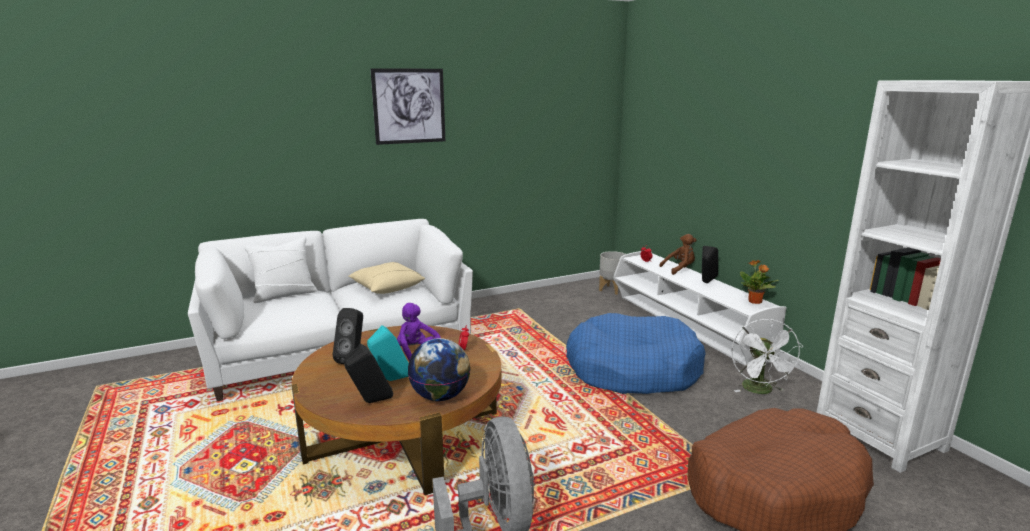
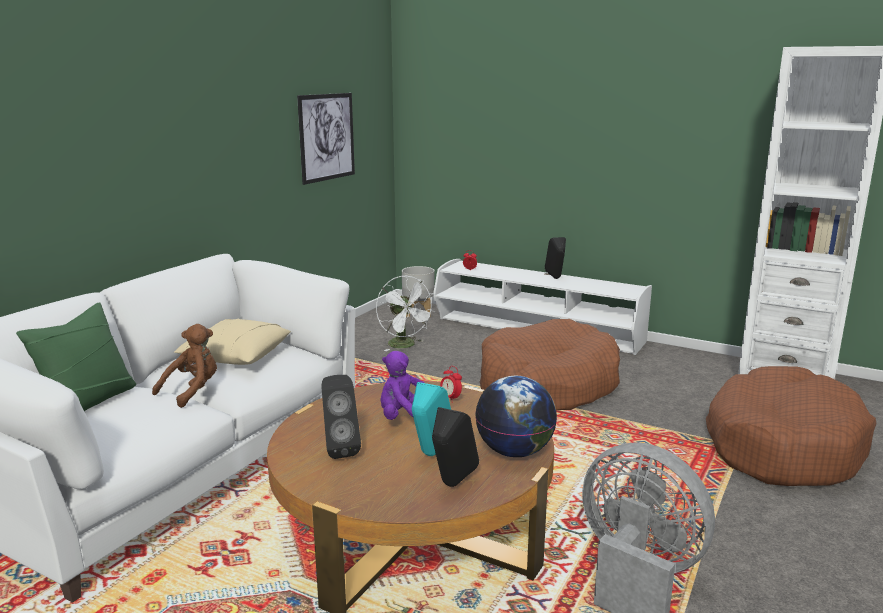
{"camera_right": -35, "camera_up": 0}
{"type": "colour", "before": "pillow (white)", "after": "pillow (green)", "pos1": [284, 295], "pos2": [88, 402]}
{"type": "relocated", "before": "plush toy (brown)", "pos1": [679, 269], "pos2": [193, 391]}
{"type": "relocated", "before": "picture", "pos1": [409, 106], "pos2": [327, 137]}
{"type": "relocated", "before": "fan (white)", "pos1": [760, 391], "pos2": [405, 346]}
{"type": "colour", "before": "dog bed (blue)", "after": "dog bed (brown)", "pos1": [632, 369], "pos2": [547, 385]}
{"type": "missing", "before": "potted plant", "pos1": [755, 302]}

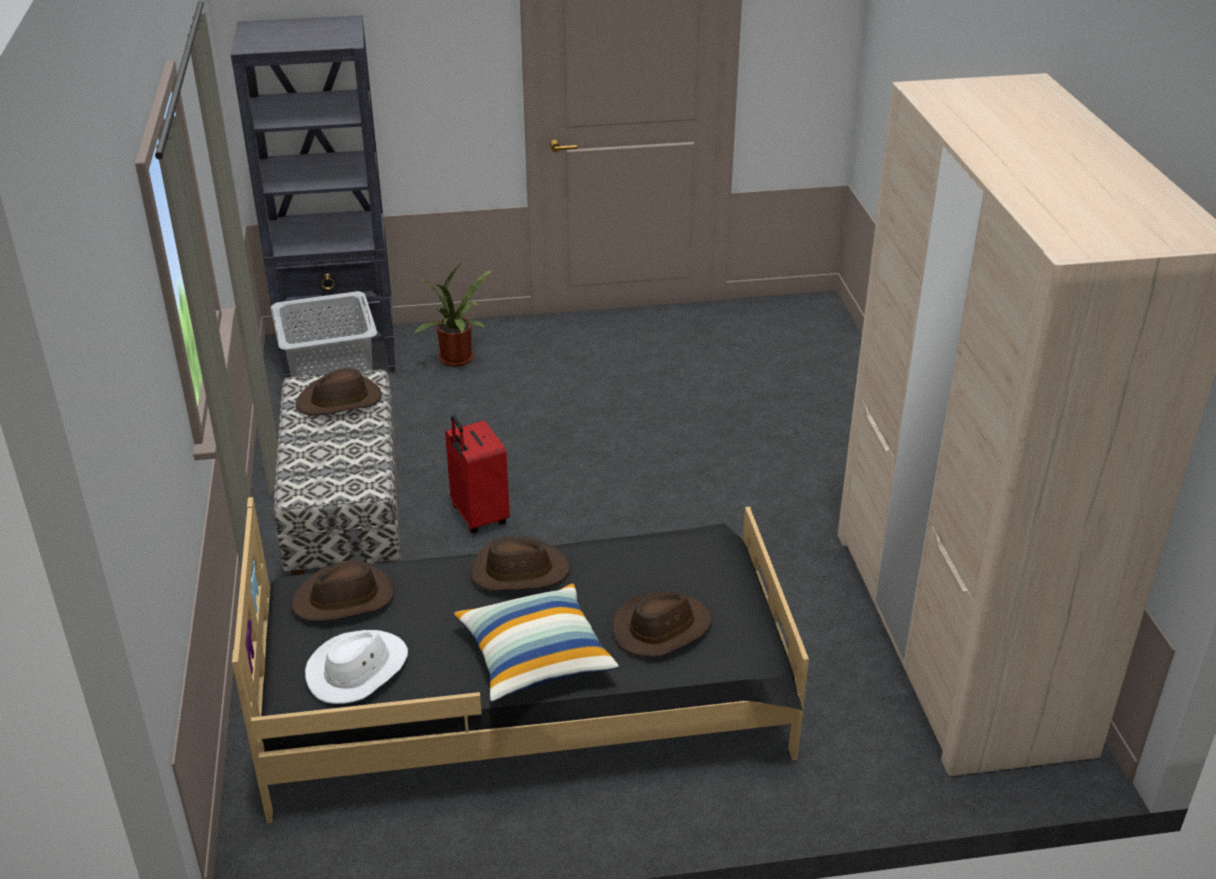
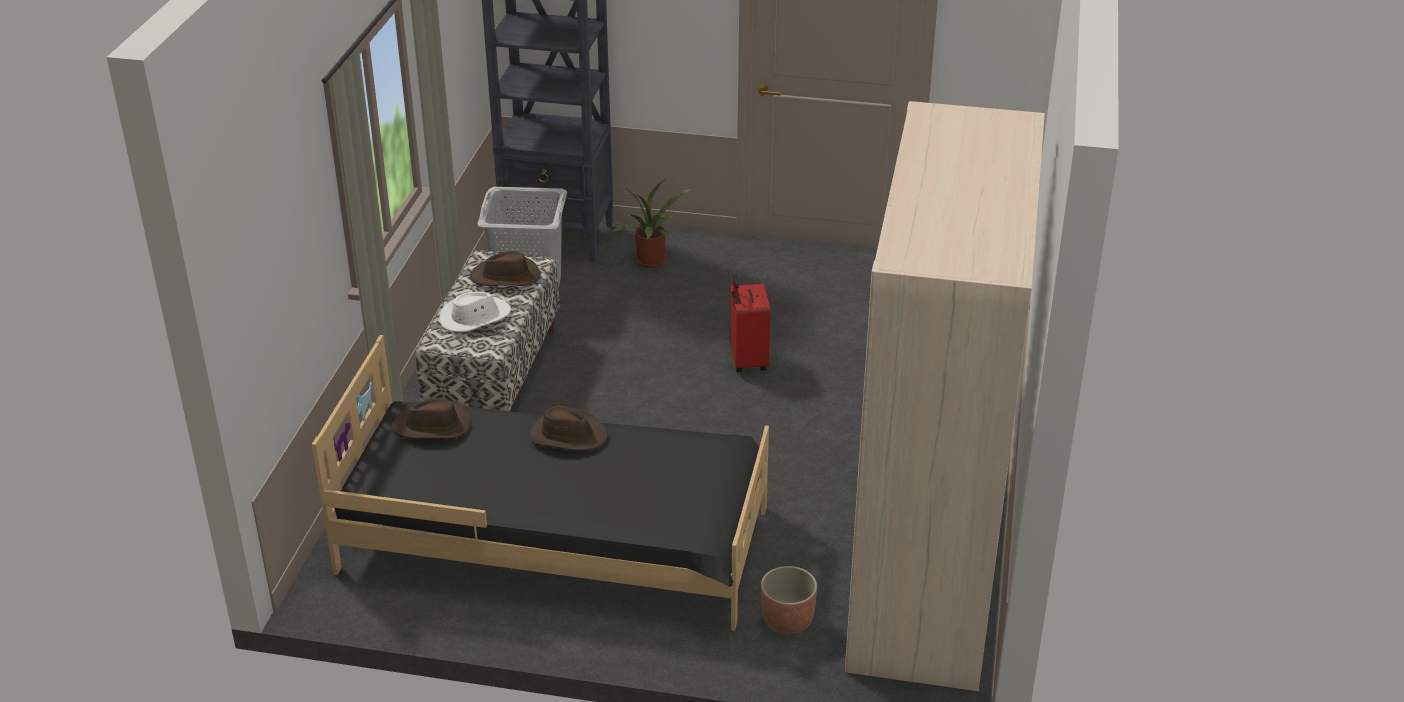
{"camera_right": 20, "camera_up": 0}
{"type": "relocated", "before": "hat (white)", "pos1": [358, 669], "pos2": [475, 317]}
{"type": "relocated", "before": "suitcase (red)", "pos1": [478, 516], "pos2": [747, 361]}
{"type": "appeared", "after": "planter", "pos2": [787, 620]}
{"type": "missing", "before": "pillow", "pos1": [534, 657]}
{"type": "missing", "before": "hat (brown)", "pos1": [661, 628]}

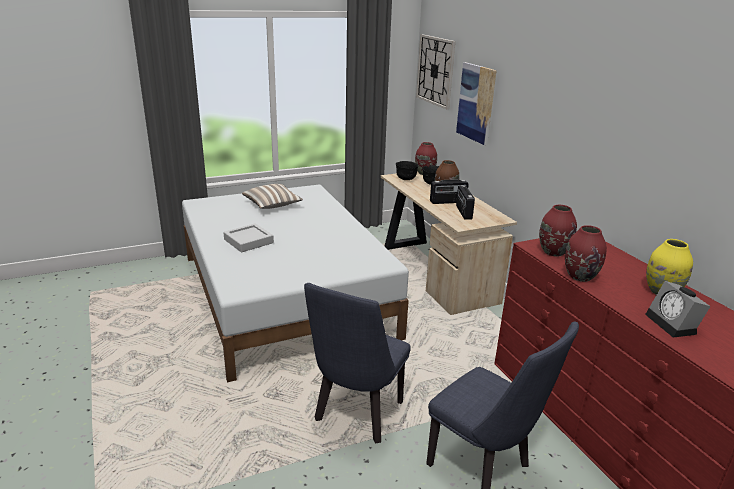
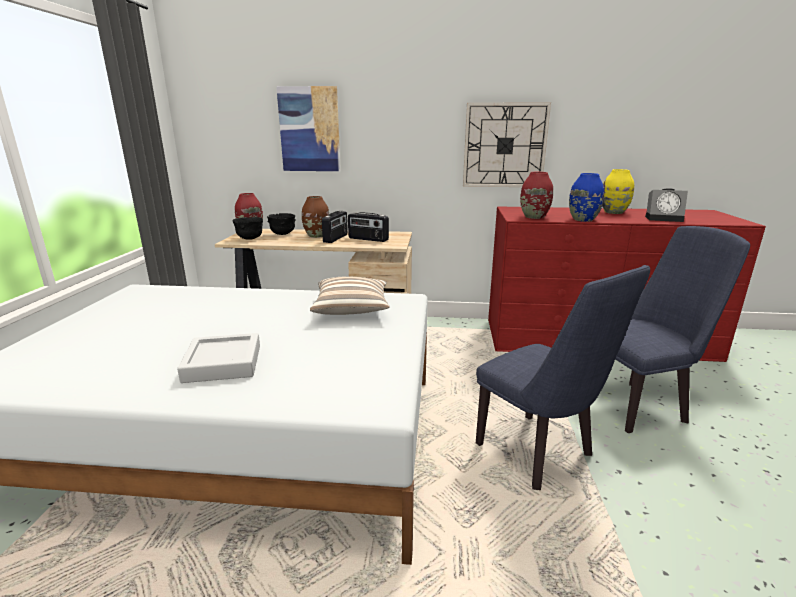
{"camera_right": -60, "camera_up": -5}
{"type": "relocated", "before": "pillow", "pos1": [272, 205], "pos2": [351, 309]}
{"type": "relocated", "before": "wall clock", "pos1": [435, 71], "pos2": [504, 145]}
{"type": "colour", "before": "vase (red)", "after": "vase (blue)", "pos1": [580, 276], "pos2": [582, 219]}

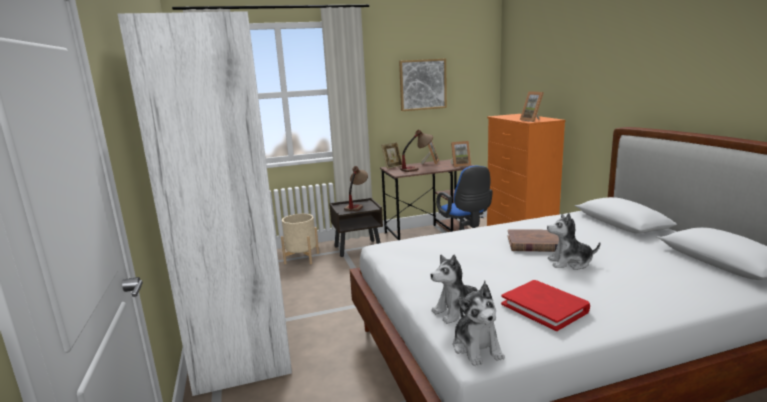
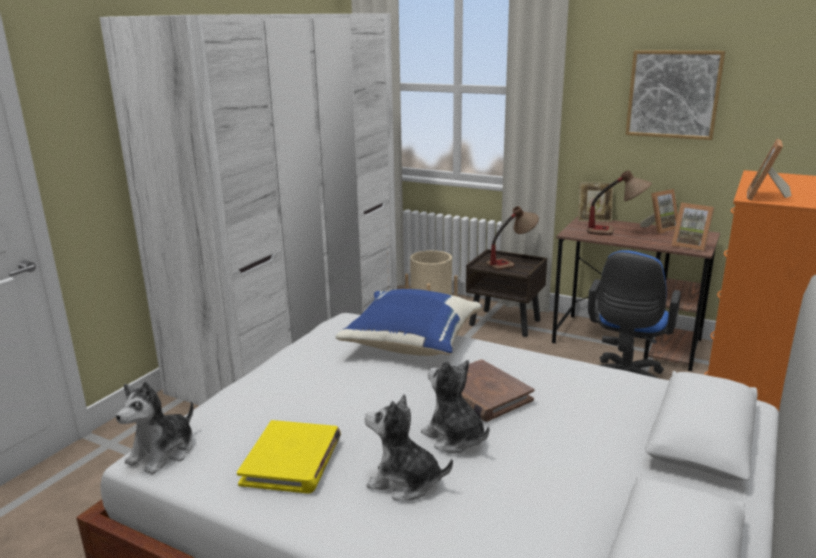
{"camera_right": 45, "camera_up": 5}
{"type": "colour", "before": "book (red)", "after": "book (yellow)", "pos1": [544, 307], "pos2": [292, 460]}
{"type": "appeared", "after": "pillow (blue)", "pos2": [410, 343]}
{"type": "relocated", "before": "plush toy", "pos1": [458, 312], "pos2": [404, 482]}

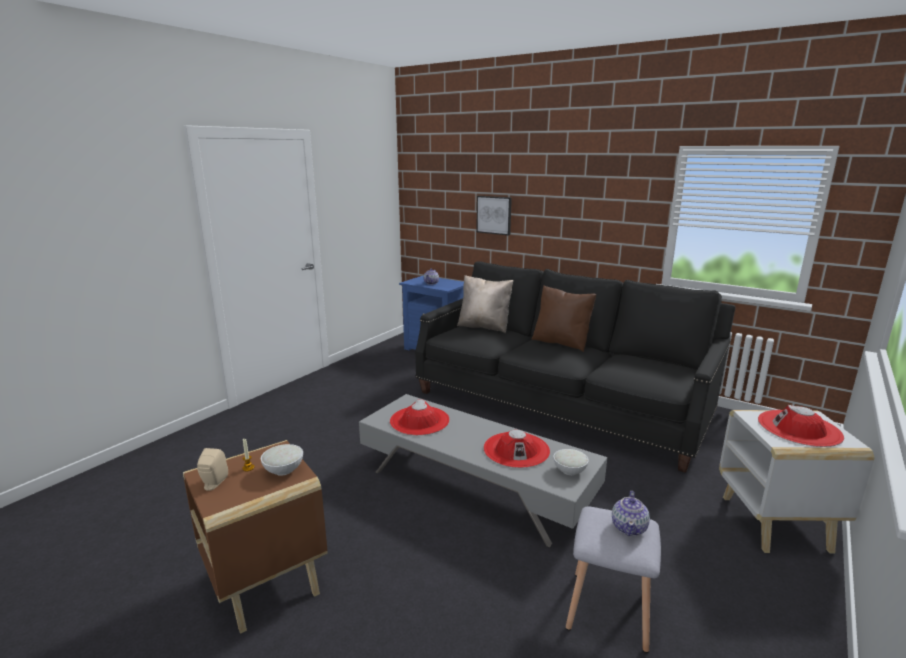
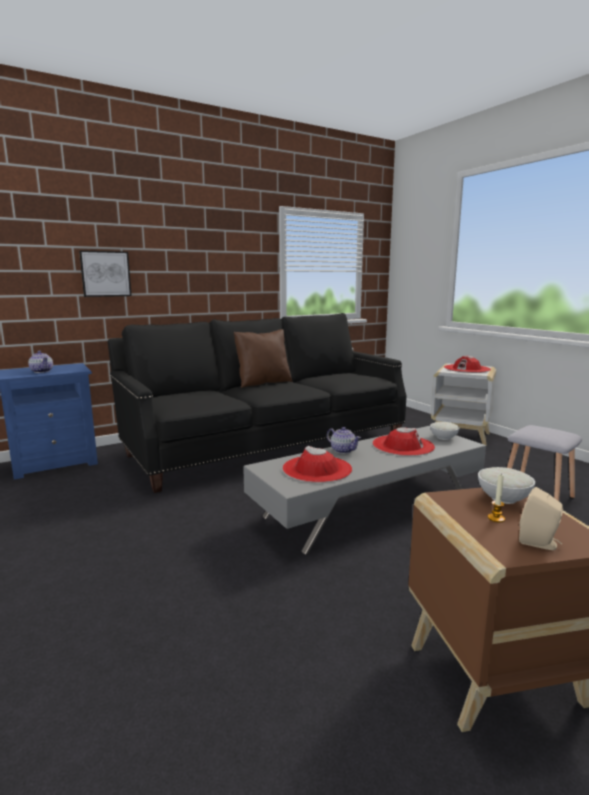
{"camera_right": -65, "camera_up": -5}
{"type": "relocated", "before": "teapot", "pos1": [629, 527], "pos2": [343, 450]}
{"type": "missing", "before": "pillow (beige)", "pos1": [484, 327]}

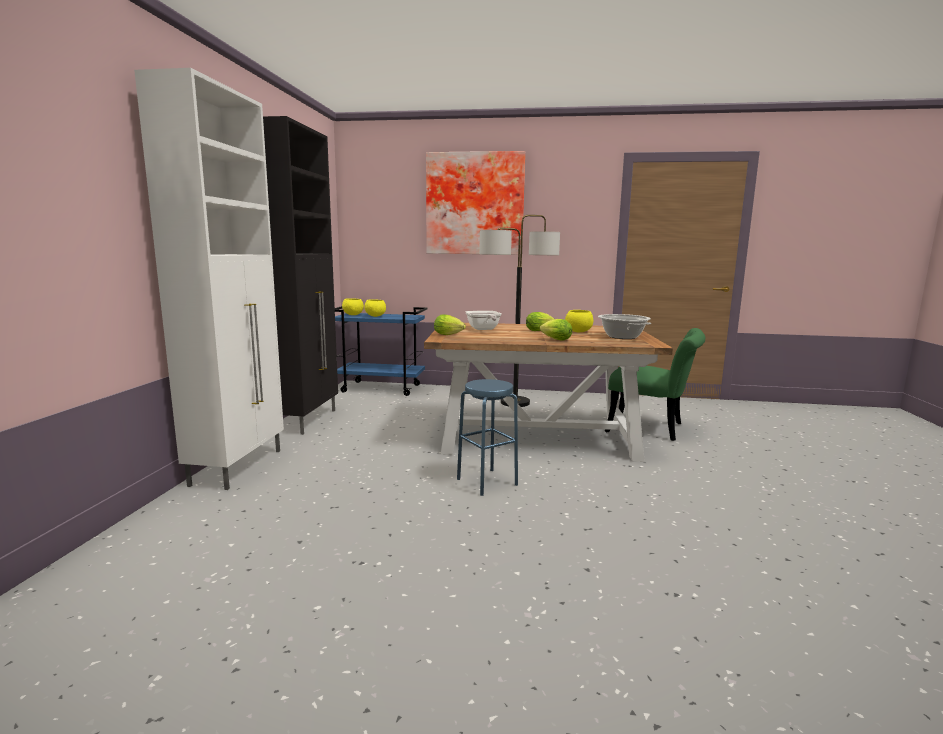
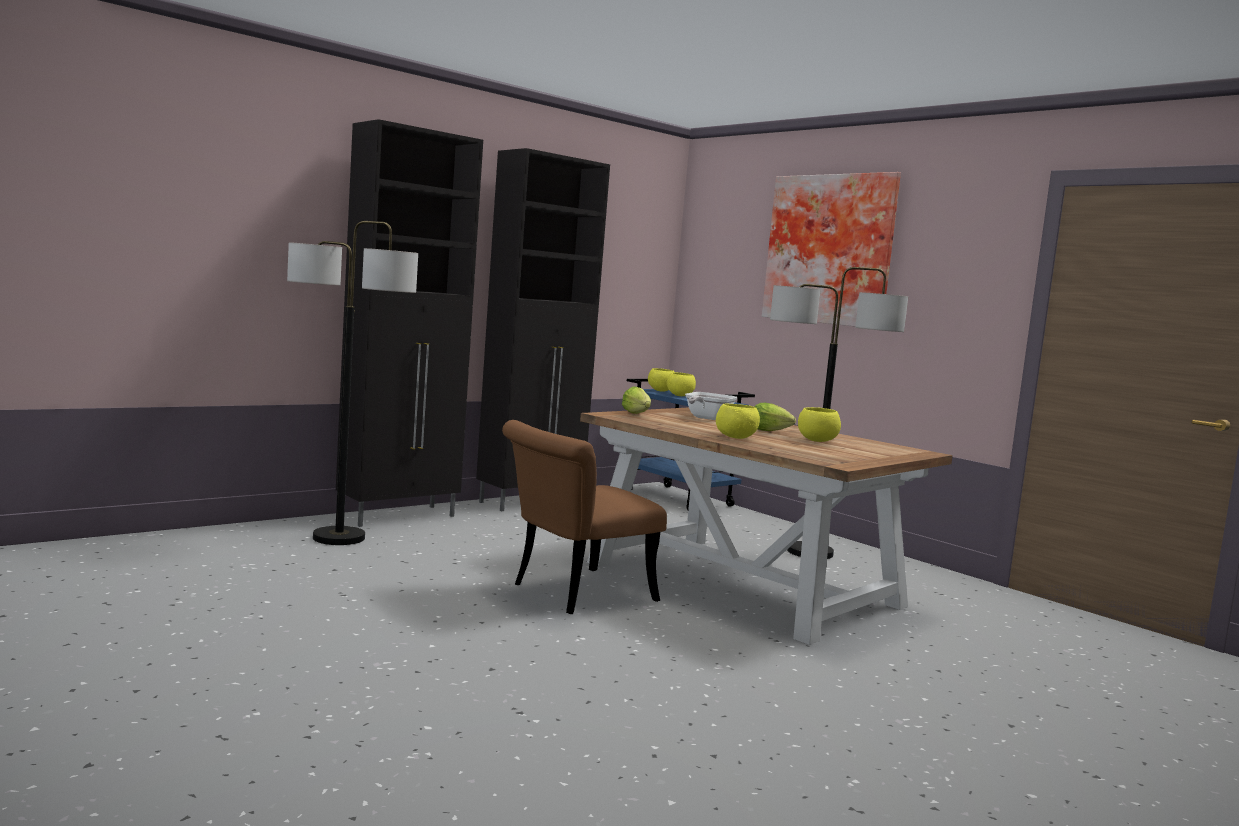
{"camera_right": 40, "camera_up": -5}
{"type": "appeared", "after": "floor lamp", "pos2": [338, 538]}
{"type": "colour", "before": "cabinet (white)", "after": "cabinet (black)", "pos1": [239, 467], "pos2": [399, 516]}
{"type": "exchanged", "before": "stool (blue)", "after": "chair (brown)", "pos1": [487, 482], "pos2": [573, 593]}
{"type": "exchanged", "before": "lettuce", "after": "bowl (yellow)", "pos1": [554, 339], "pos2": [736, 438]}
{"type": "missing", "before": "cooking pot", "pos1": [622, 337]}
{"type": "missing", "before": "chair (green)", "pos1": [652, 429]}

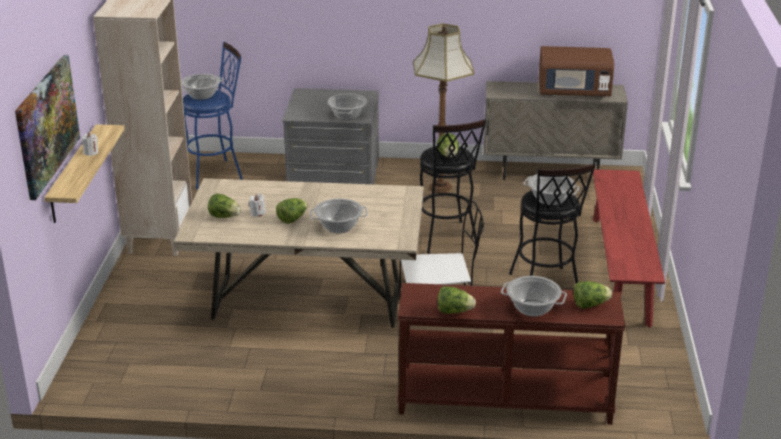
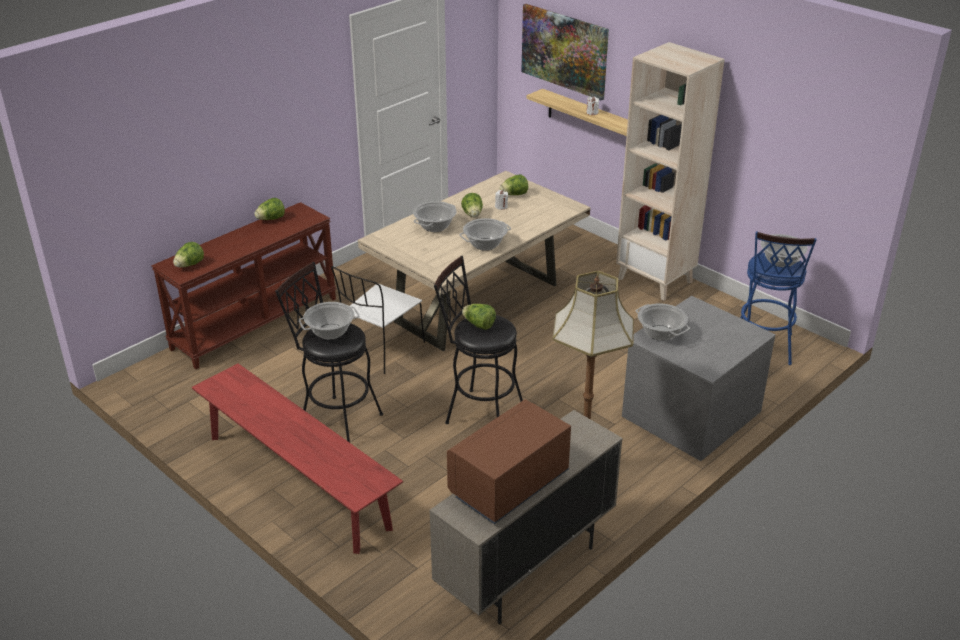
{"camera_right": 130, "camera_up": 5}
{"type": "relocated", "before": "cooking pot", "pos1": [532, 308], "pos2": [485, 244]}

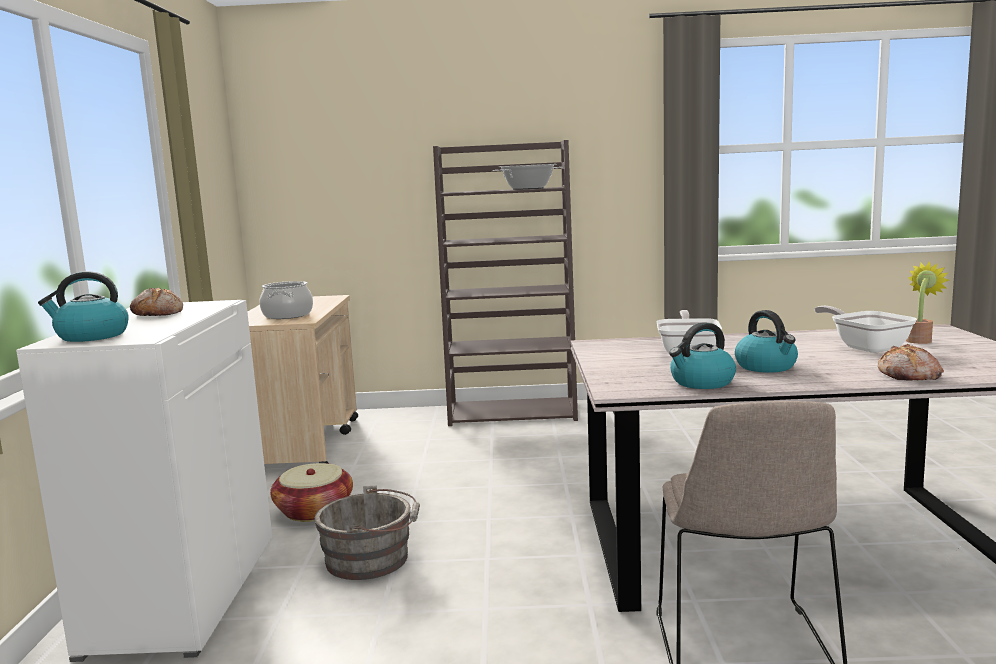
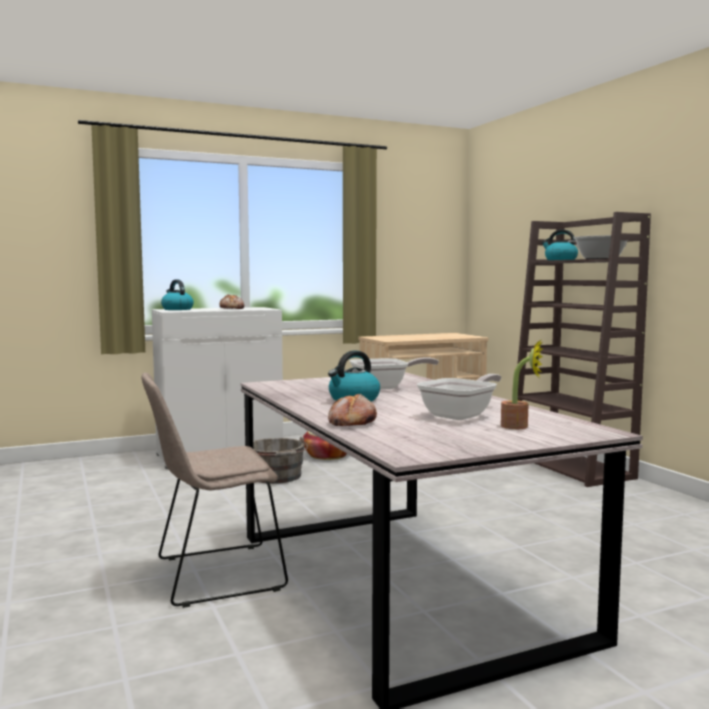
{"camera_right": 65, "camera_up": -5}
{"type": "relocated", "before": "kettle", "pos1": [701, 382], "pos2": [560, 260]}
{"type": "missing", "before": "cooking pot", "pos1": [288, 315]}

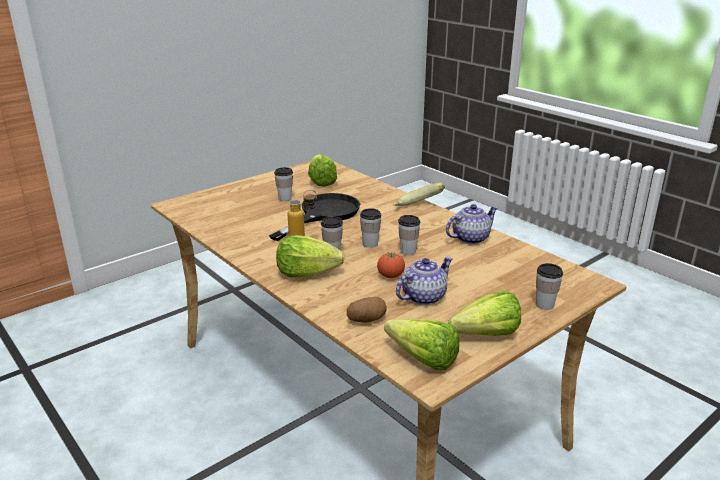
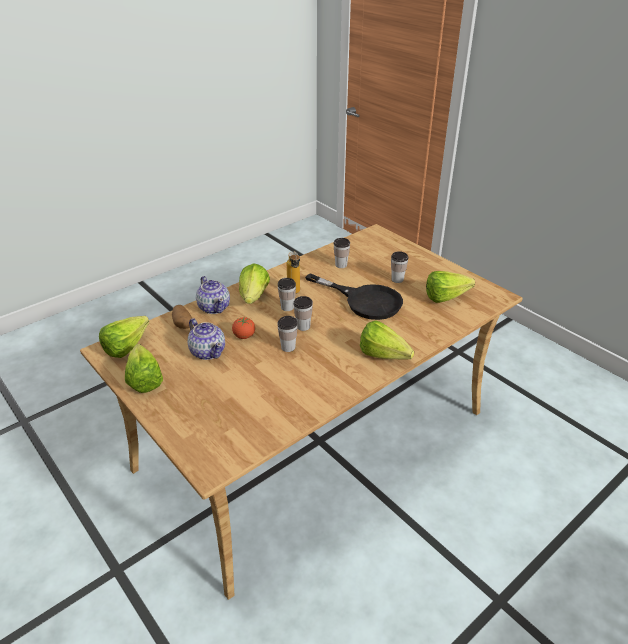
{"camera_right": 90, "camera_up": 10}
{"type": "relocated", "before": "teapot", "pos1": [470, 238], "pos2": [214, 307]}
{"type": "relocated", "before": "cup", "pos1": [544, 305], "pos2": [341, 265]}
{"type": "exchanged", "before": "banana", "after": "lettuce", "pos1": [417, 208], "pos2": [386, 357]}

